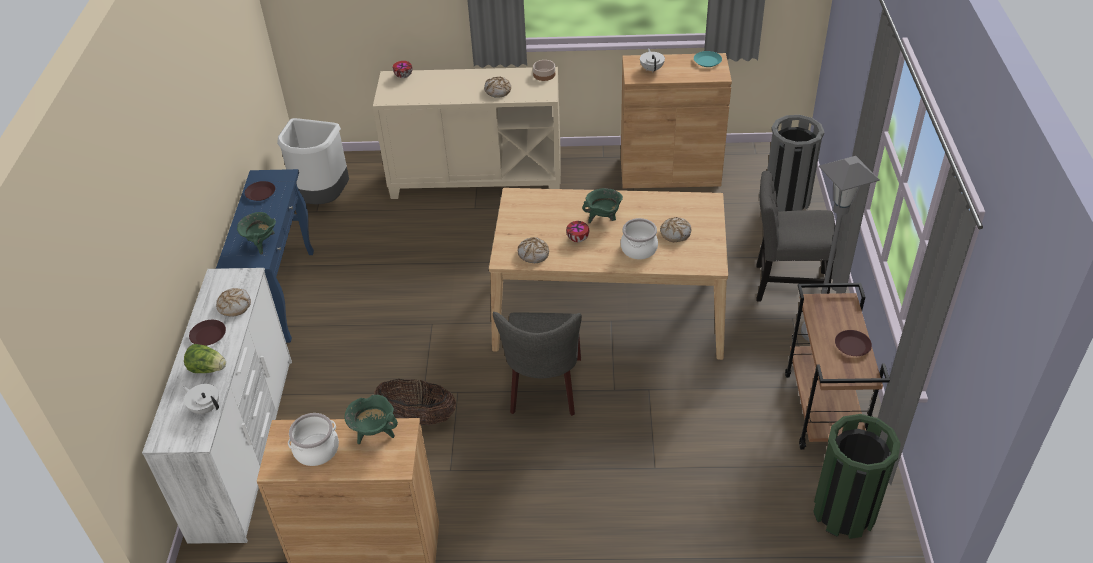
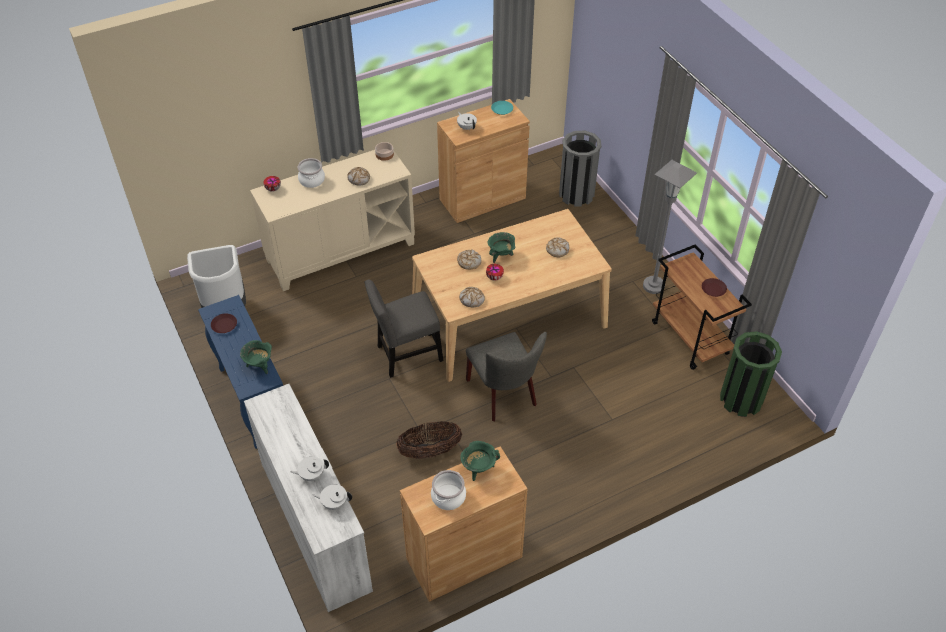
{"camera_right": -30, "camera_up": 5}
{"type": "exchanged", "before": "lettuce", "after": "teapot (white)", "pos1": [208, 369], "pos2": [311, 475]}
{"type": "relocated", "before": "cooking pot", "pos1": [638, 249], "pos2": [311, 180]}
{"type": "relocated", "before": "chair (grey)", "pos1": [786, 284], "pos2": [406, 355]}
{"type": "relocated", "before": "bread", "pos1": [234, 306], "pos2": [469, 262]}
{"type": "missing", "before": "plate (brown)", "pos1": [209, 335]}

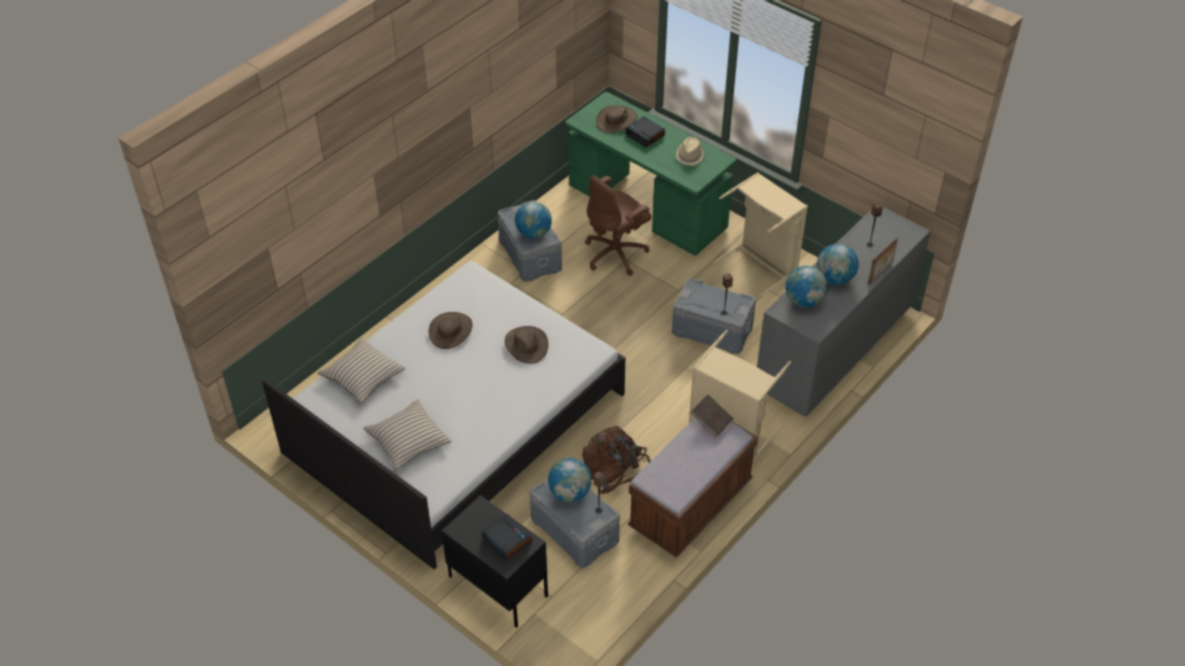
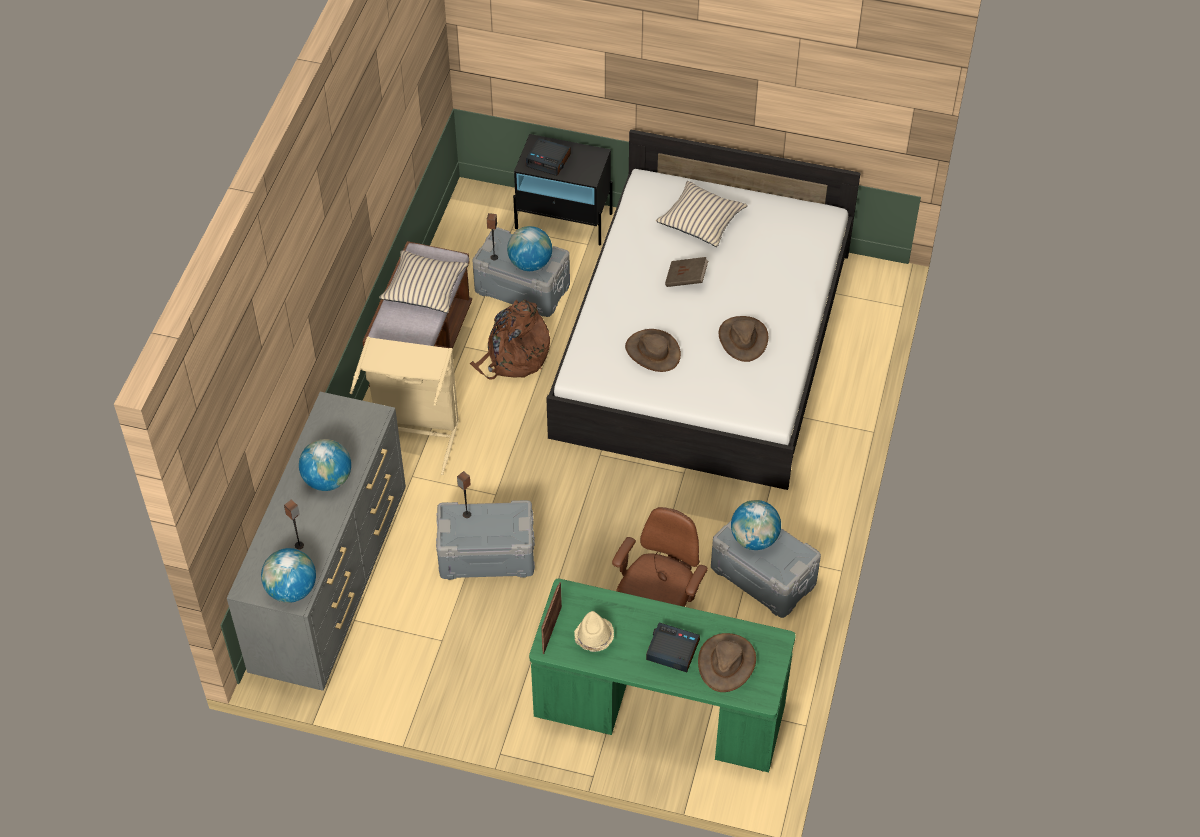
{"camera_right": 155, "camera_up": 5}
{"type": "relocated", "before": "globe", "pos1": [804, 301], "pos2": [291, 590]}
{"type": "relocated", "before": "pillow (beige)", "pos1": [362, 376], "pos2": [424, 288]}
{"type": "relocated", "before": "picture frame", "pos1": [880, 274], "pos2": [551, 630]}
{"type": "relocated", "before": "book (brown)", "pos1": [711, 421], "pos2": [686, 279]}
{"type": "missing", "before": "laundry basket (beige)", "pos1": [761, 263]}

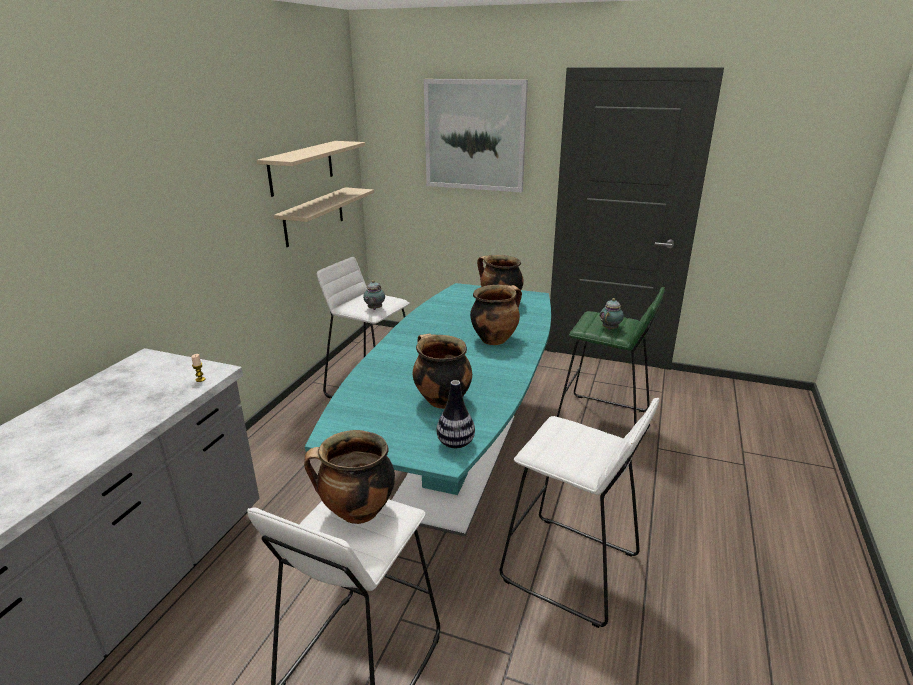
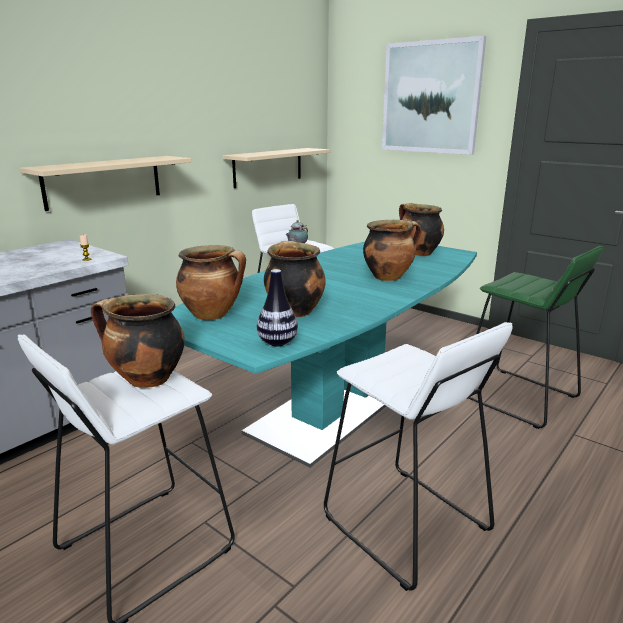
{"camera_right": 20, "camera_up": -5}
{"type": "relocated", "before": "shelf (beige)", "pos1": [301, 167], "pos2": [103, 182]}
{"type": "appeared", "after": "cooking pot", "pos2": [213, 315]}
{"type": "missing", "before": "teapot", "pos1": [610, 328]}

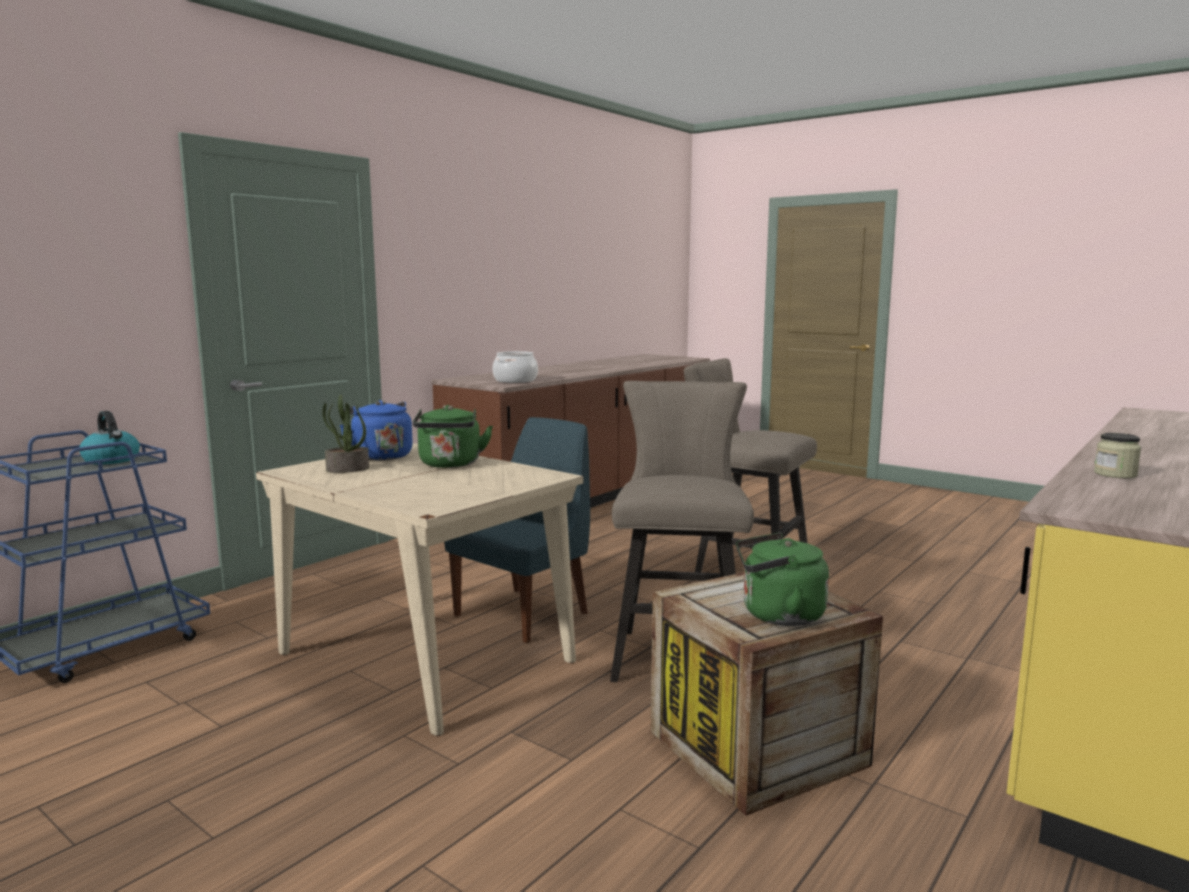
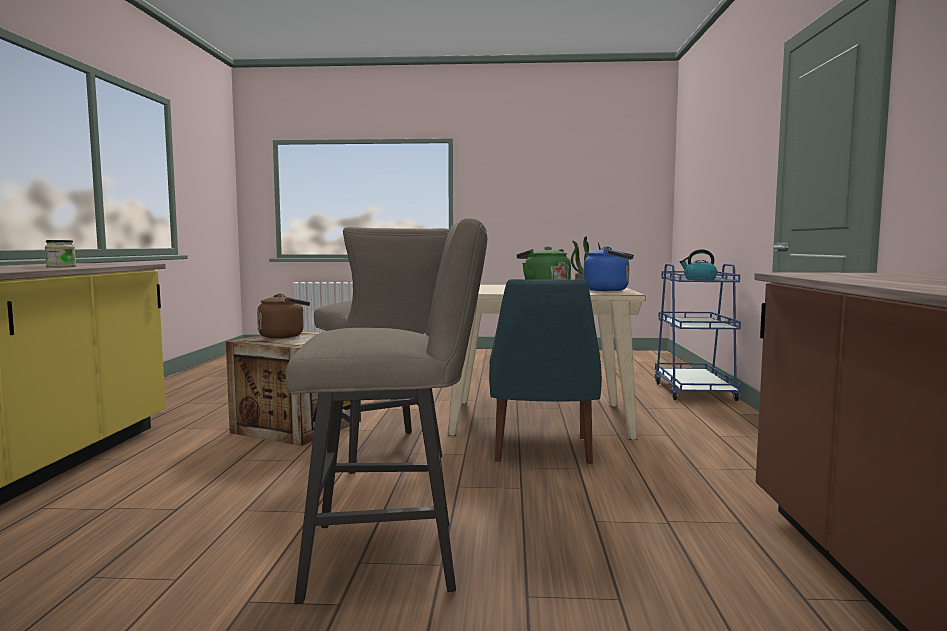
{"camera_right": 145, "camera_up": -5}
{"type": "colour", "before": "kettle (green)", "after": "kettle (brown)", "pos1": [777, 615], "pos2": [284, 336]}
{"type": "missing", "before": "cooking pot", "pos1": [515, 380]}

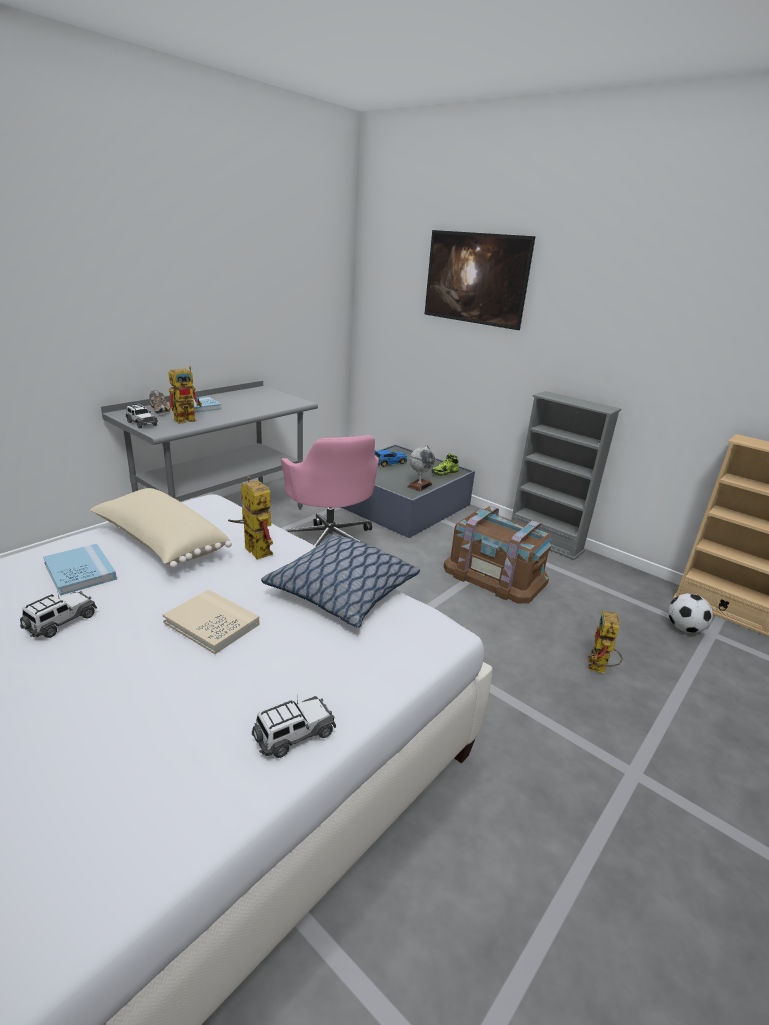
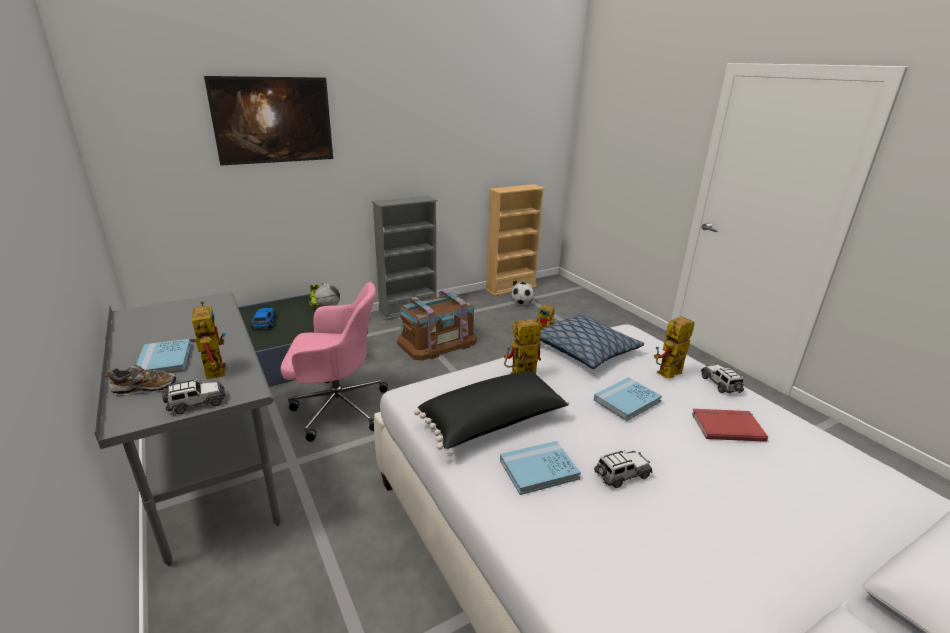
{"camera_right": -70, "camera_up": 0}
{"type": "colour", "before": "pillow (beige)", "after": "pillow (black)", "pos1": [160, 543], "pos2": [493, 423]}
{"type": "colour", "before": "book (beige)", "after": "book (blue)", "pos1": [211, 623], "pos2": [627, 401]}
{"type": "spun", "before": "toy car", "pos1": [60, 622], "pos2": [621, 475], "turn": 105}
{"type": "appeared", "after": "toy robot", "pos2": [667, 375]}
{"type": "appeared", "after": "book (red)", "pos2": [726, 426]}

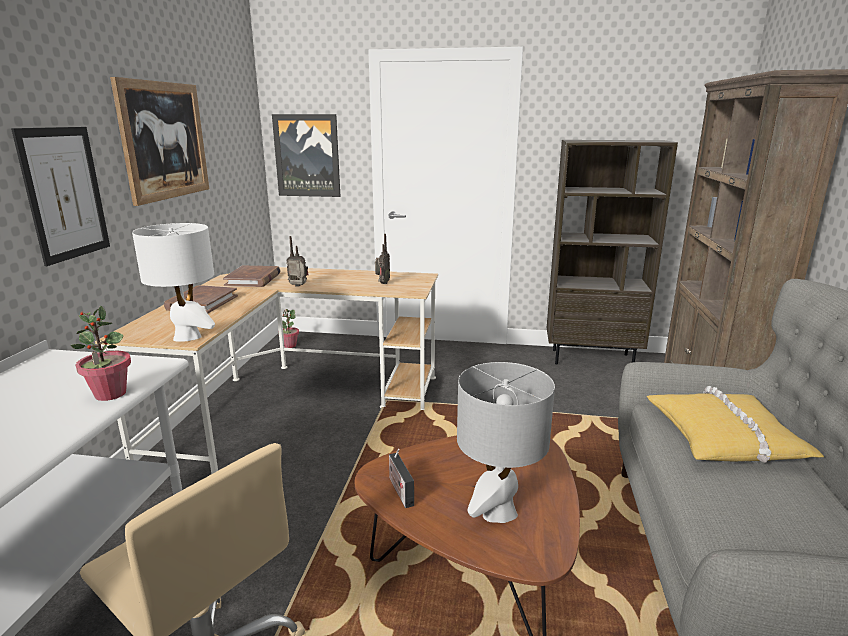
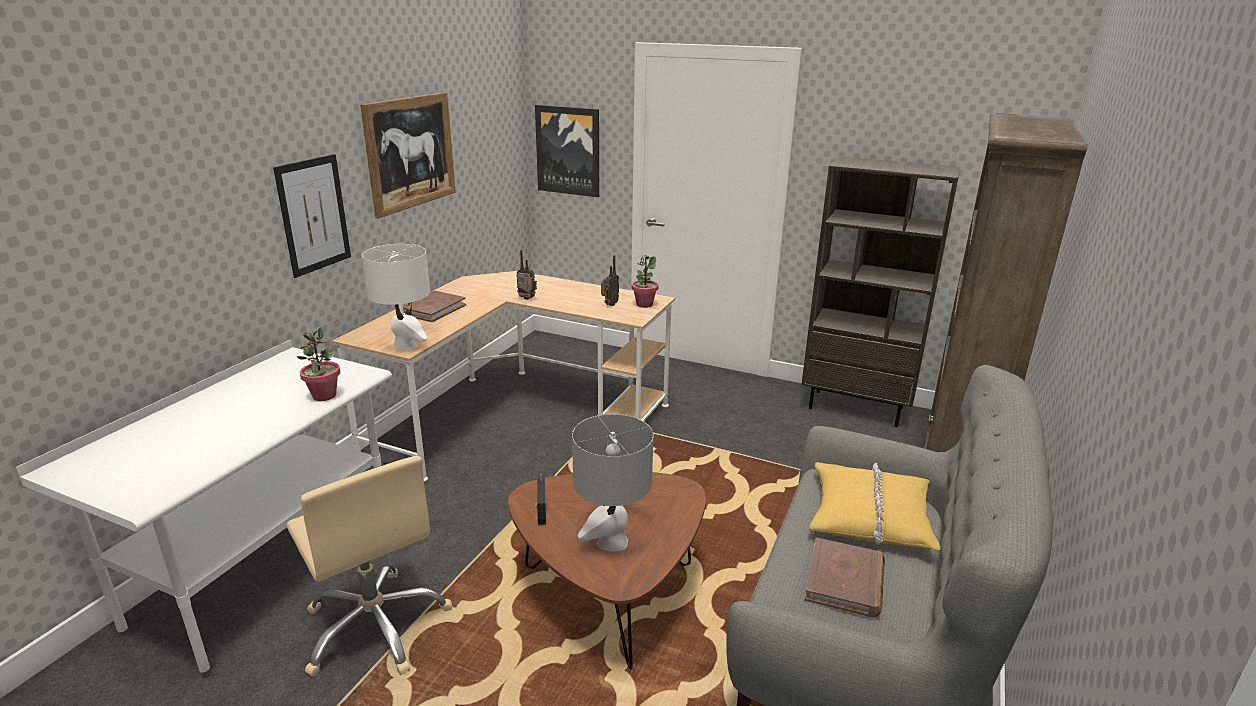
{"camera_right": 15, "camera_up": 5}
{"type": "relocated", "before": "potted plant", "pos1": [289, 345], "pos2": [644, 304]}
{"type": "relocated", "before": "book (brown)", "pos1": [253, 279], "pos2": [845, 581]}

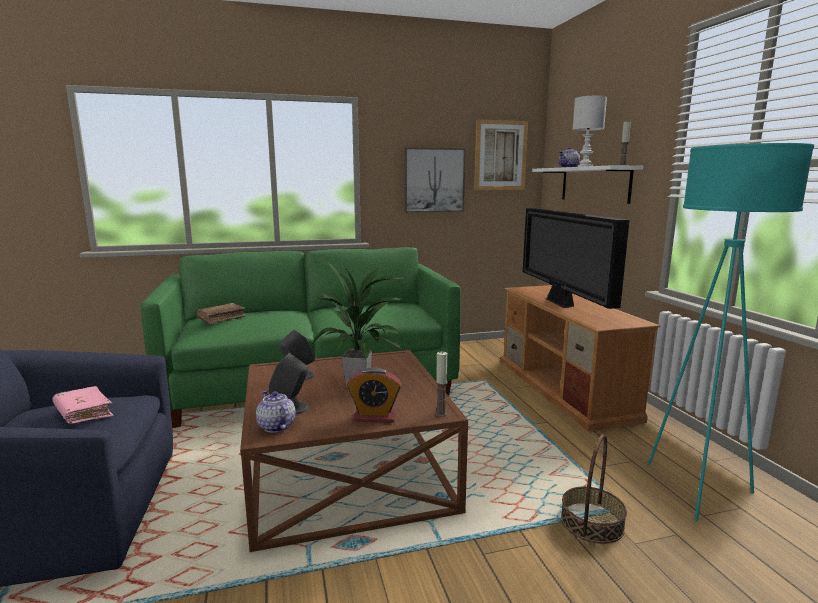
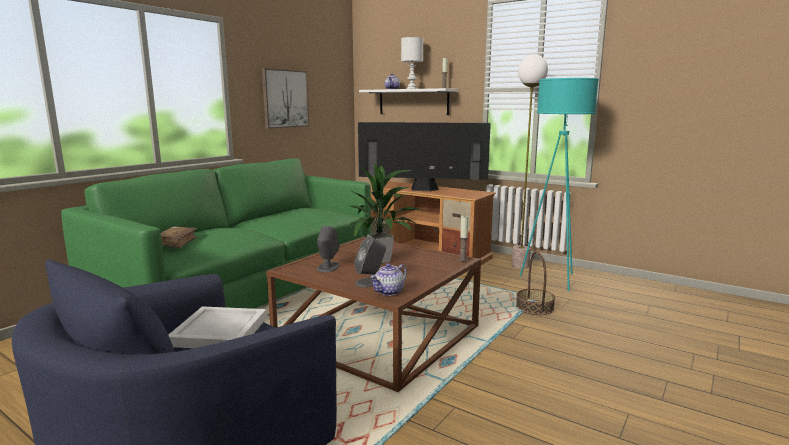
{"camera_right": -40, "camera_up": 0}
{"type": "exchanged", "before": "book (pink)", "after": "tray (white)", "pos1": [83, 413], "pos2": [219, 331]}
{"type": "spun", "before": "television", "pos1": [561, 304], "pos2": [422, 190], "turn": 150}
{"type": "spun", "before": "teapot", "pos1": [276, 426], "pos2": [389, 292], "turn": -60}
{"type": "appeared", "after": "floor lamp", "pos2": [520, 265]}
{"type": "missing", "before": "alarm clock", "pos1": [374, 417]}
{"type": "missing", "before": "picture", "pos1": [500, 155]}

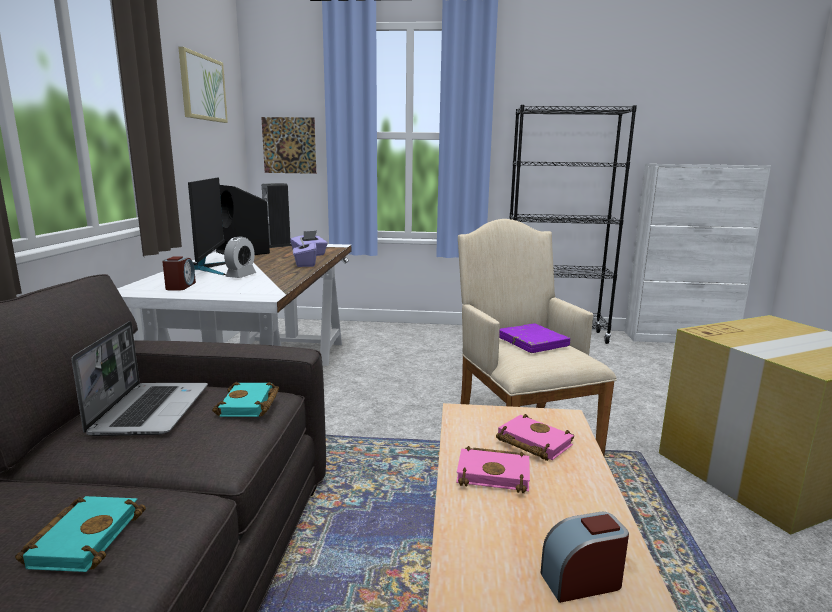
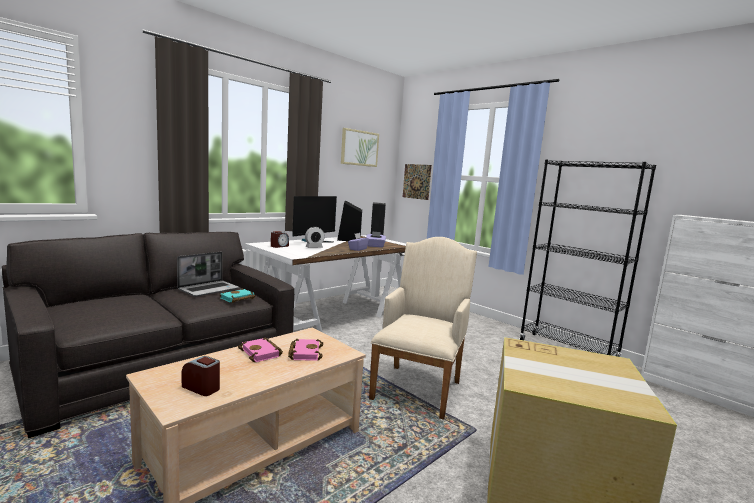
{"camera_right": 40, "camera_up": -5}
{"type": "missing", "before": "book (turquoise)", "pos1": [84, 537]}
{"type": "missing", "before": "book (purple)", "pos1": [532, 342]}

